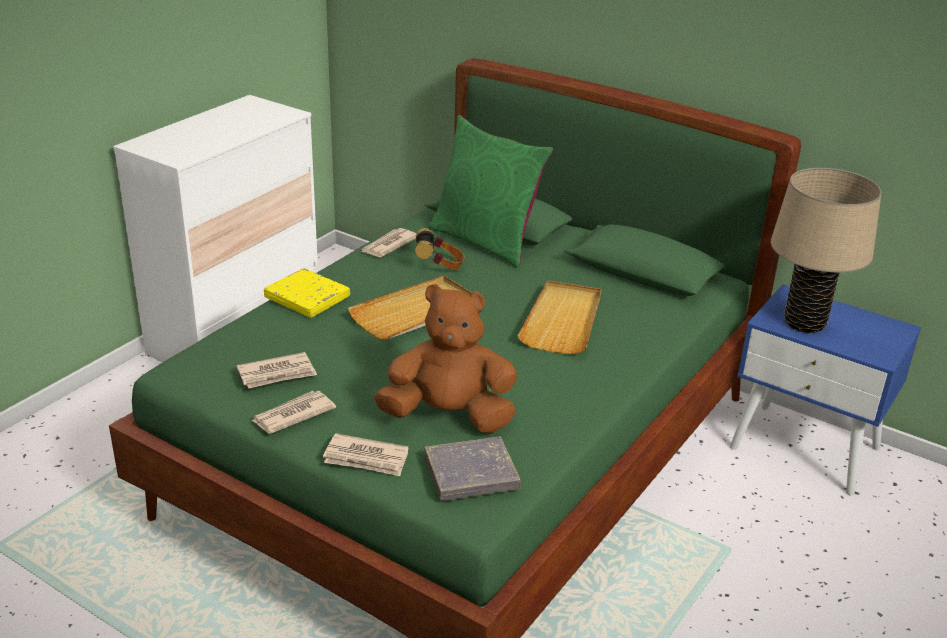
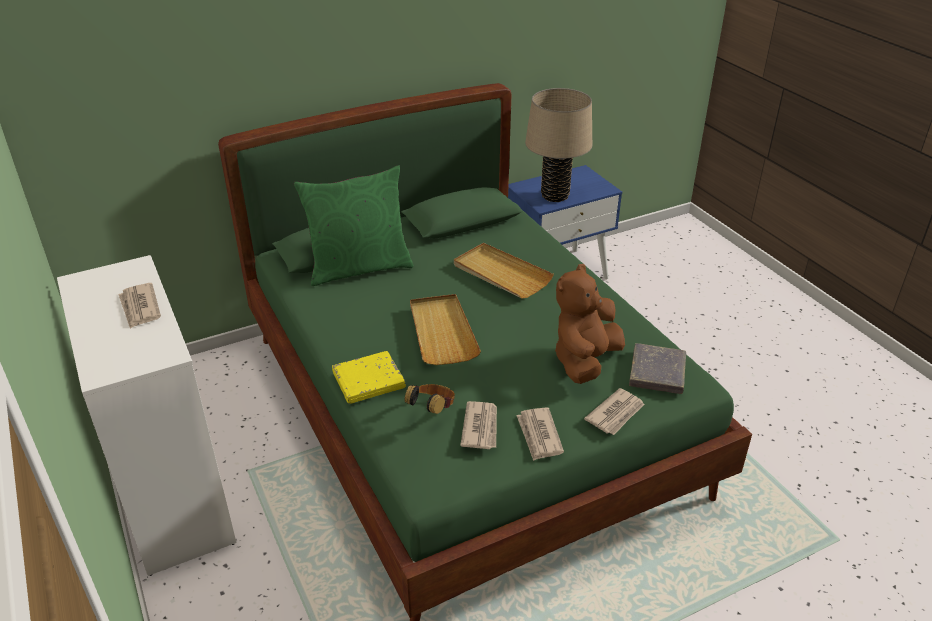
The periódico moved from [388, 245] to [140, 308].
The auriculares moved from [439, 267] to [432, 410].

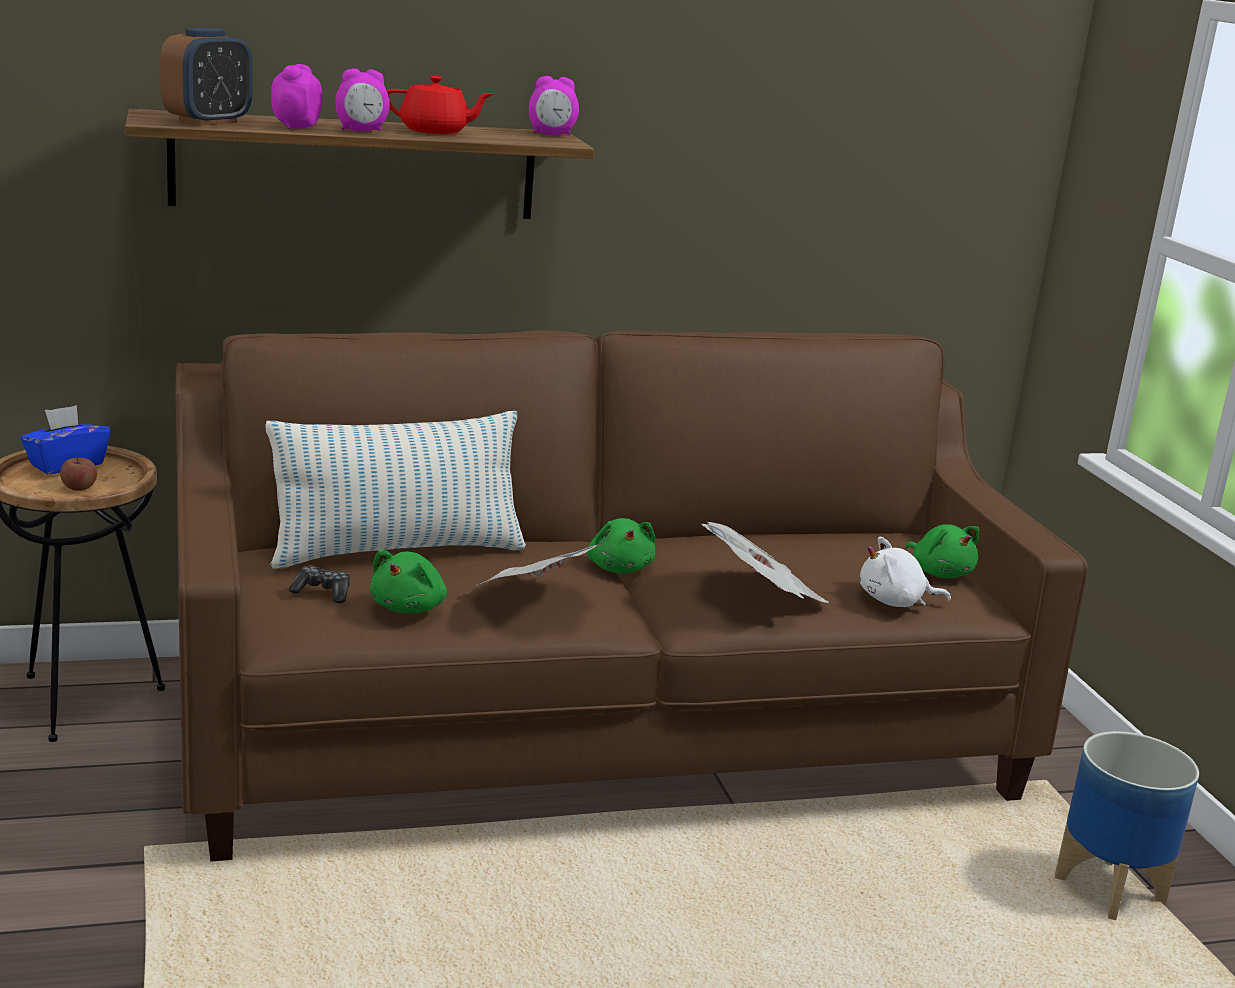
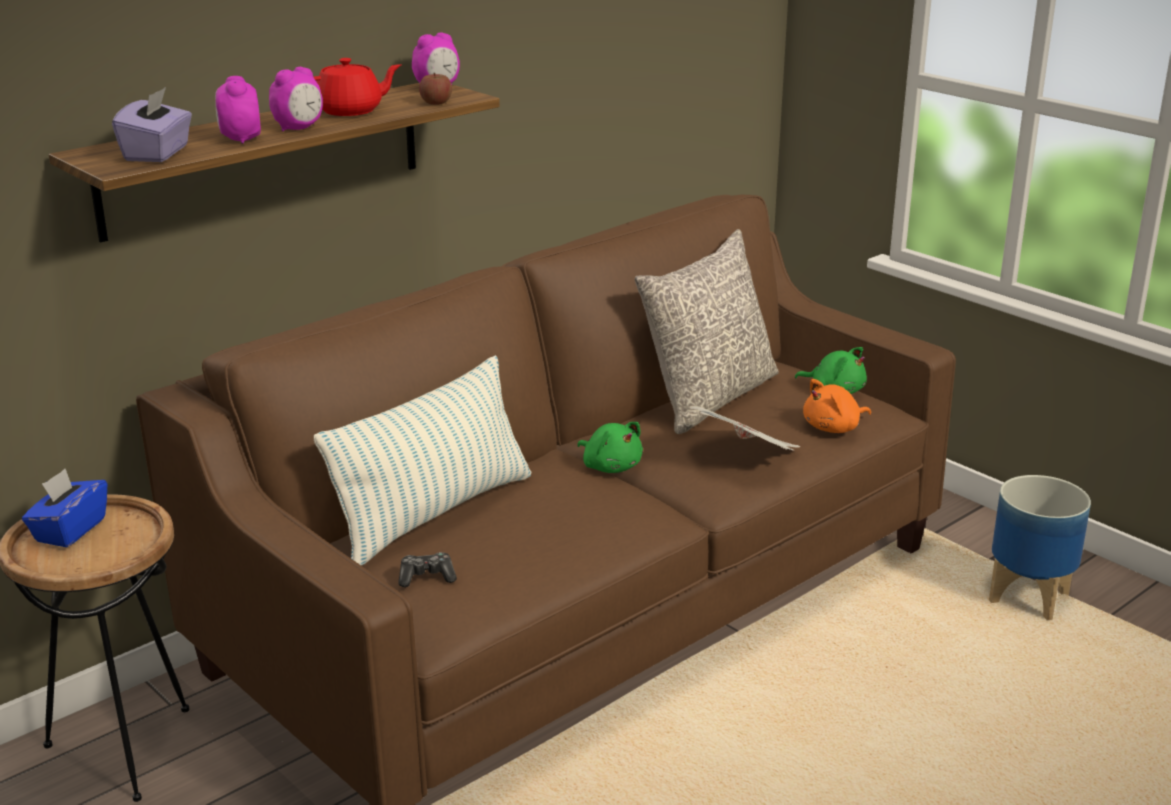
The despertador at [208, 122] was replaced by the caja de pañuelos (morado) at [158, 153].
The manzana moved from [79, 487] to [436, 102].
The peluche (blanco) at [895, 602] became the peluche (naranja) at [834, 428].
The periódico at [532, 599] disappeared.
The peluche (verde) at [409, 607] disappeared.
The cojín (gris) at [708, 398] appeared.

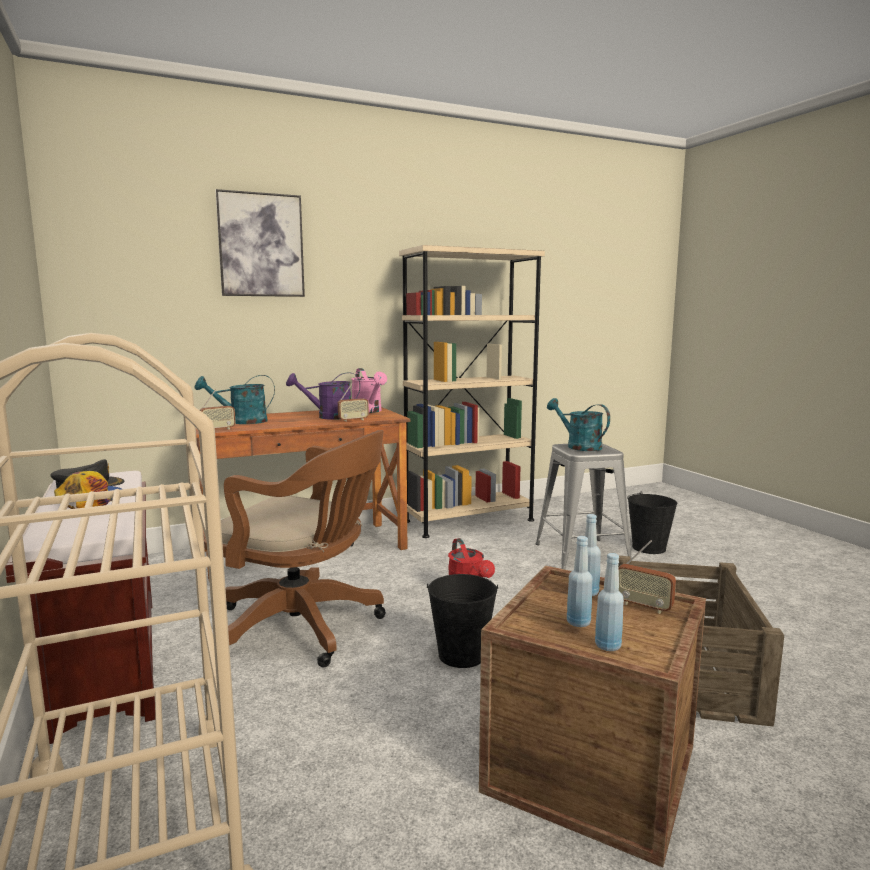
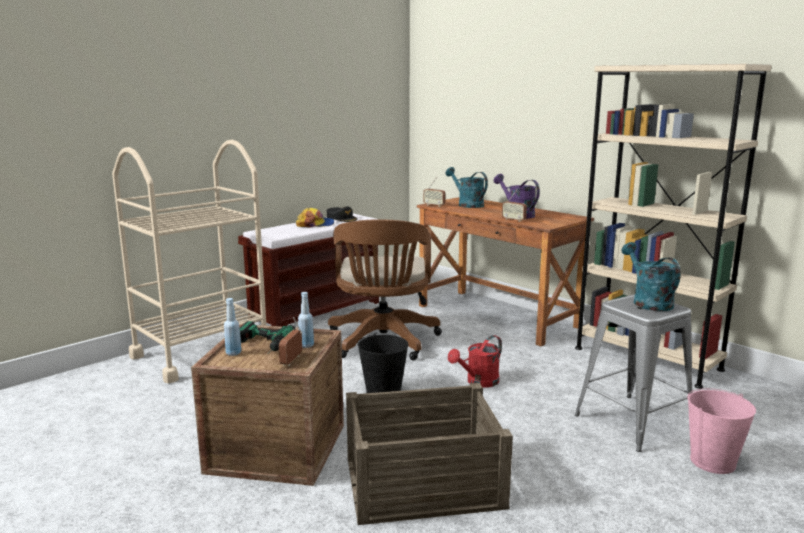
The cuadro at [261, 245] disappeared.
The regadera (rosa) at [369, 411] disappeared.
The regadera (turquesa) at [578, 446] turned 45 degrees counterclockwise.
The cubo (negro) at [649, 548] became the cubo (rosa) at [713, 462].
The botella (azul) at [578, 622] was replaced by the taladro at [261, 345].

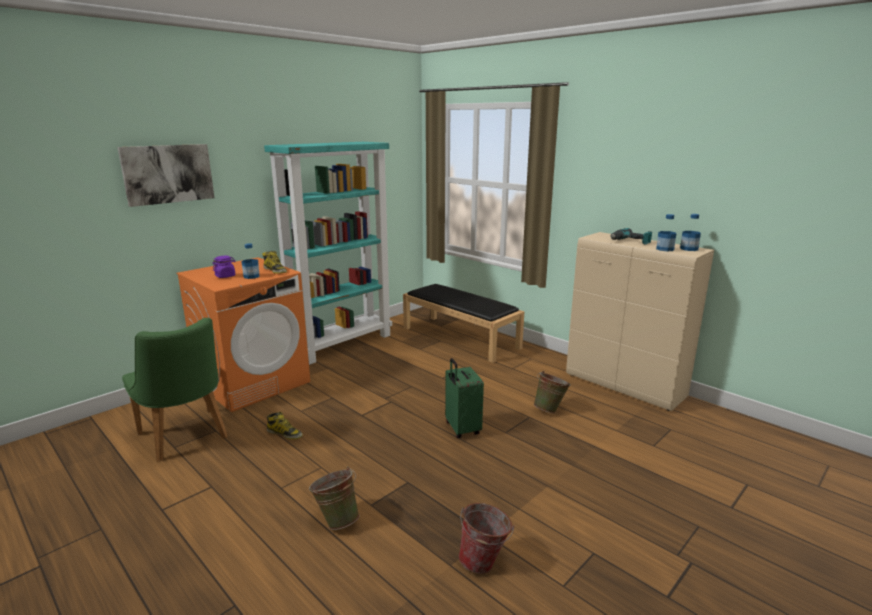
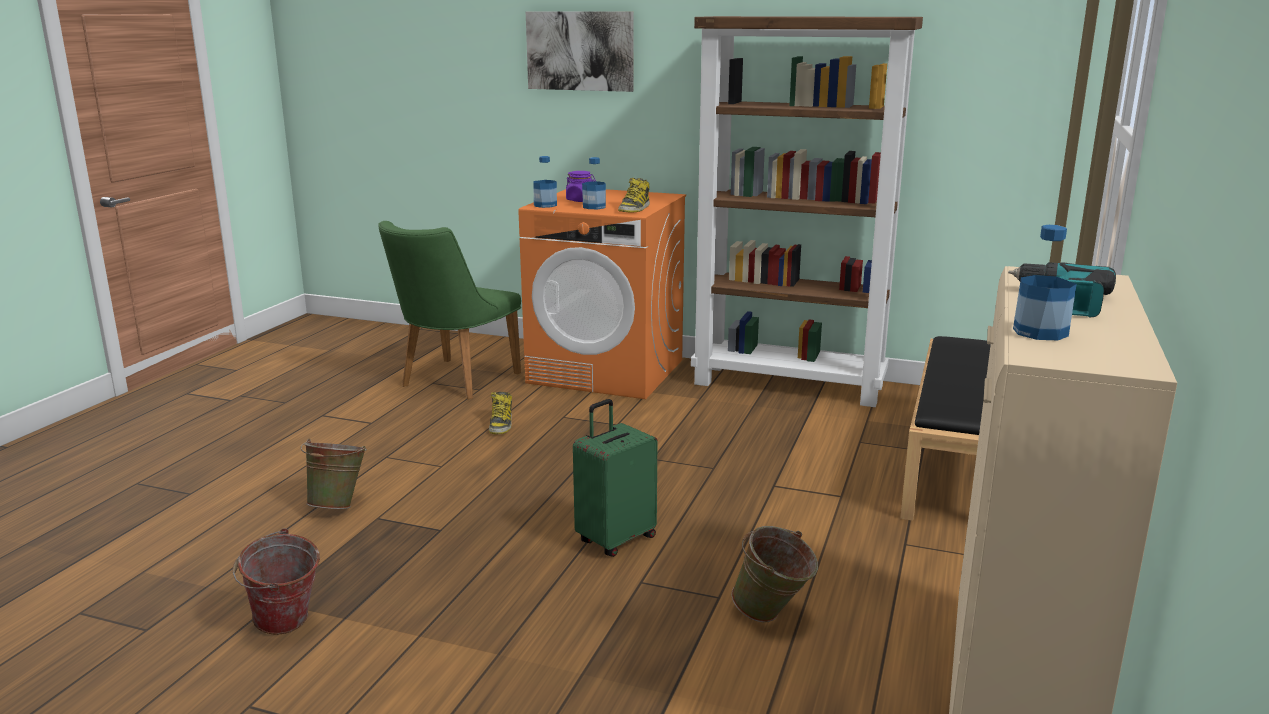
The estantería (turquesa) at [342, 344] became the estantería (marrón) at [790, 385].
The botella moved from [689, 249] to [545, 205].

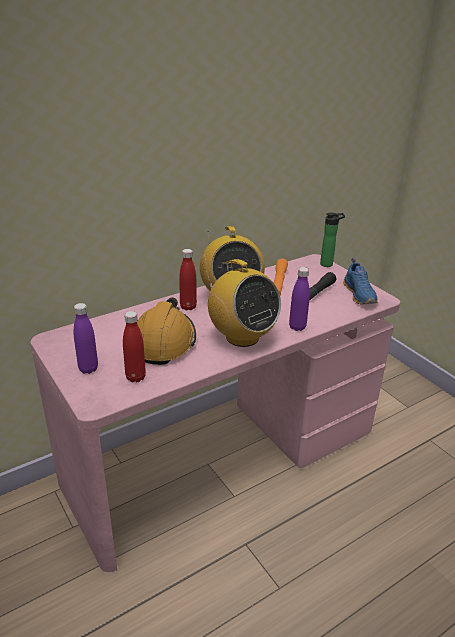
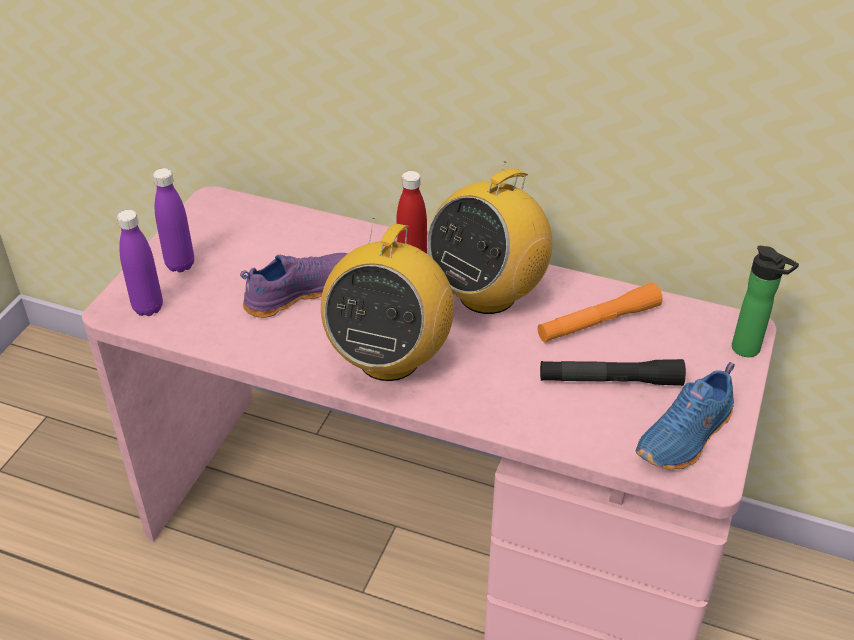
The botella (morado) moved from [297, 327] to [148, 308].
The casco (naranja) at [163, 342] was replaced by the zapato (morado) at [299, 292].
The botella (rojo) at [135, 377] disappeared.

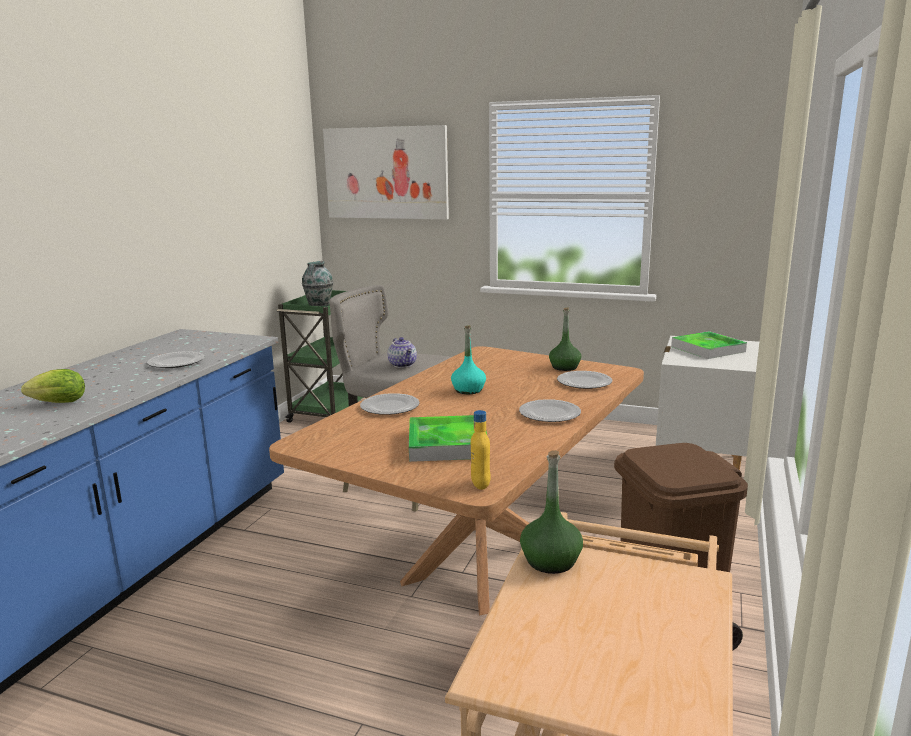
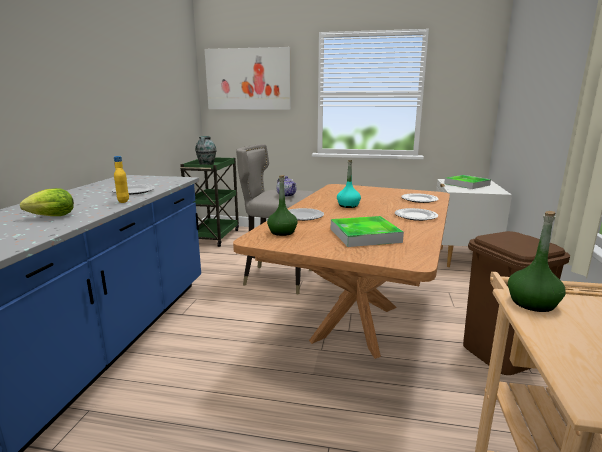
The botella (verde) moved from [564, 367] to [282, 232].
The botella (amarillo) moved from [480, 484] to [123, 201].

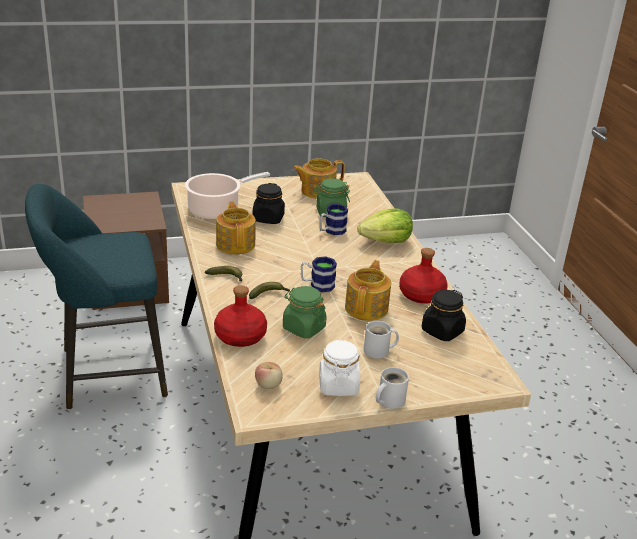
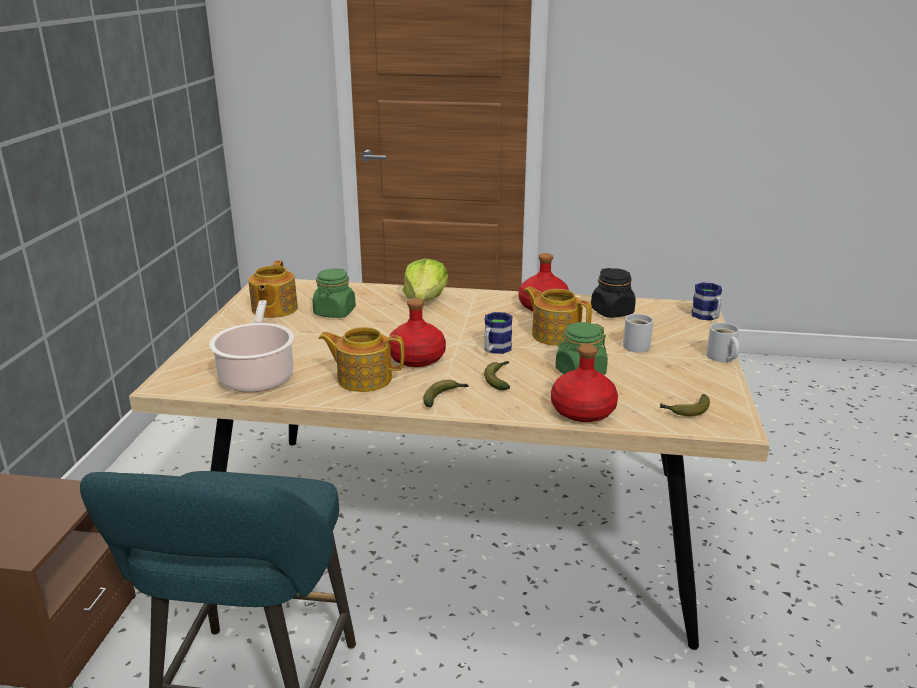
The tarro (negro) at [268, 218] disappeared.
The taza grande moved from [331, 231] to [707, 317].
The tarro (blanco) at [338, 385] disappeared.
The manzana at [268, 385] was replaced by the plátano at [686, 411].
The botella (rojo) at [417, 358] appeared.

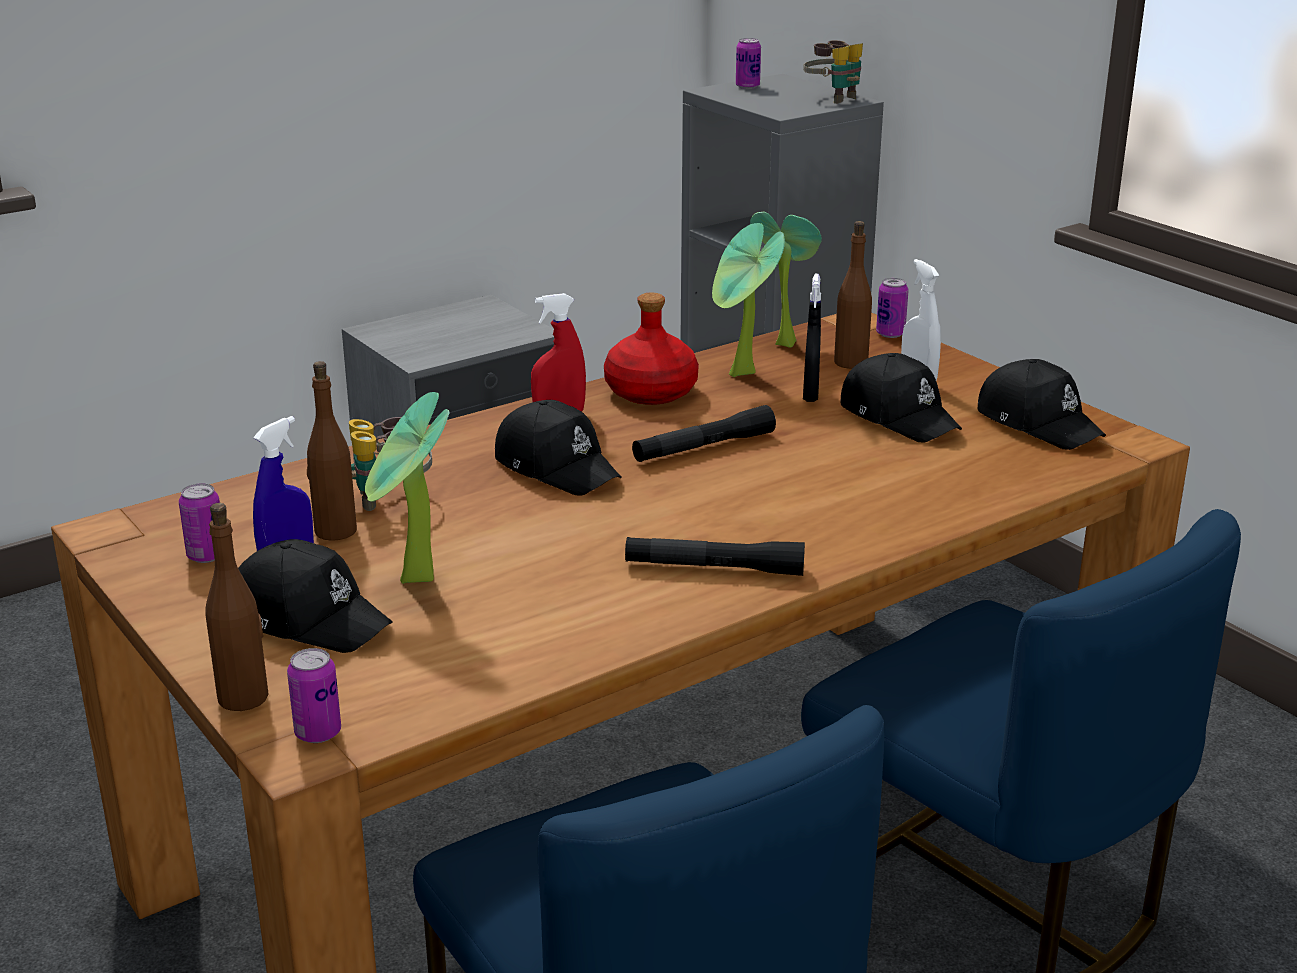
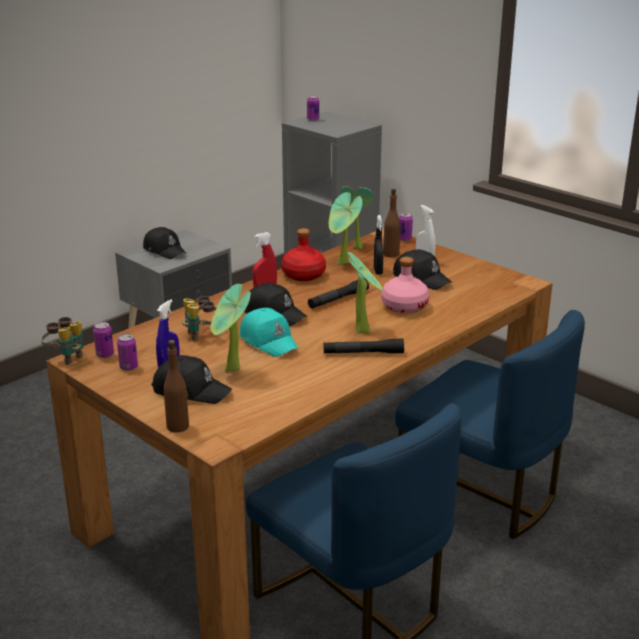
The prismáticos moved from [833, 98] to [66, 357].
The gorra (negro) moved from [1039, 423] to [165, 250].
The botella (marrón) at [335, 531] disappeared.
The lata moved from [318, 733] to [105, 354].
The planta en maceta at [364, 330] appeared.
The botella (rosa) at [404, 306] appeared.
The gorra (turquesa) at [269, 341] appeared.

